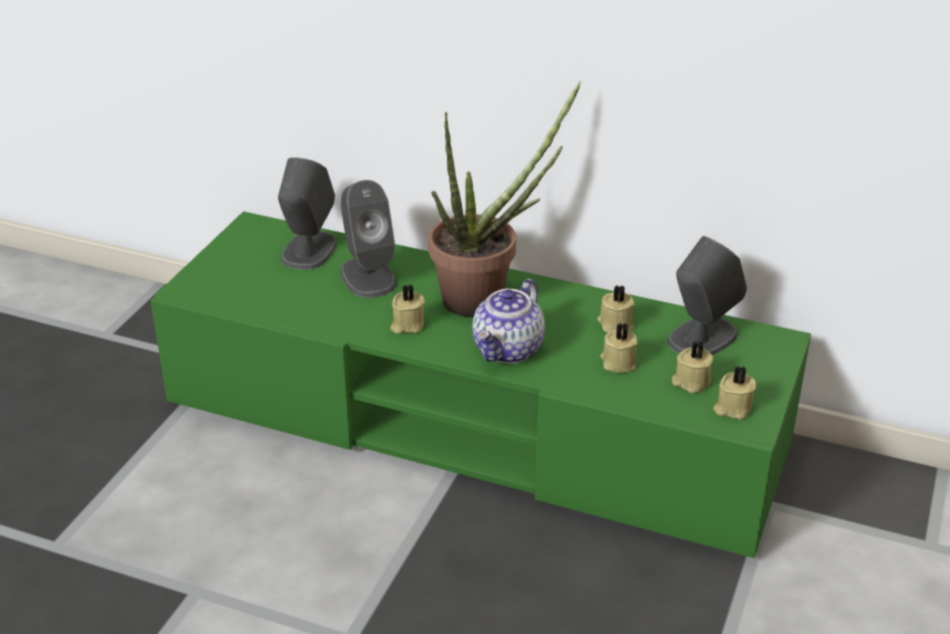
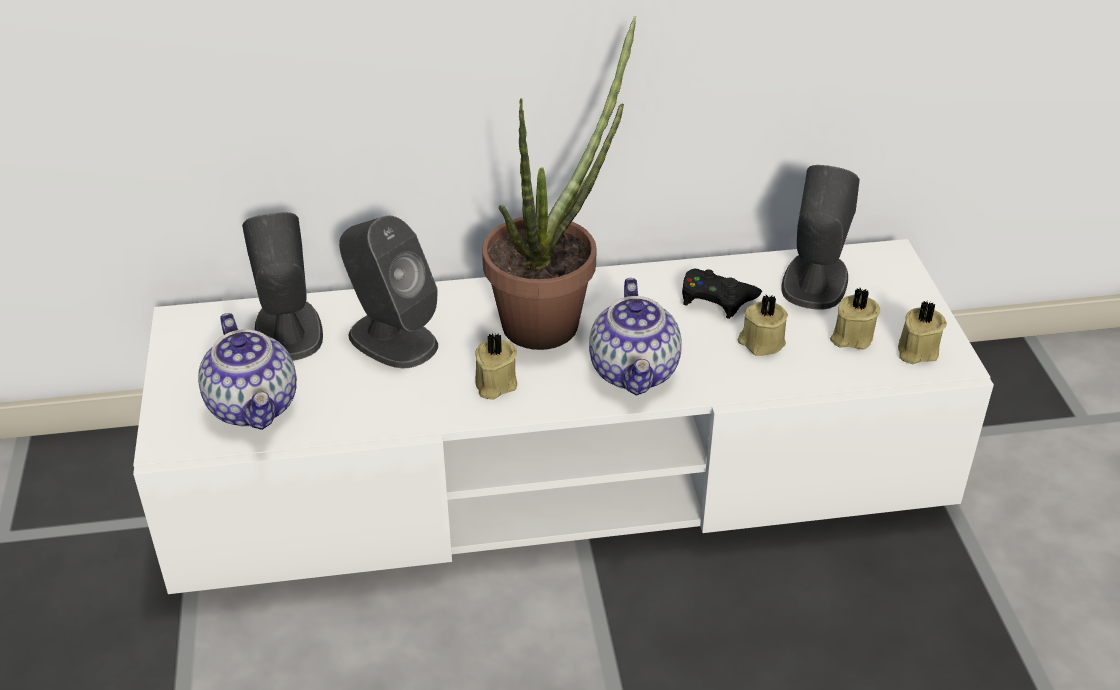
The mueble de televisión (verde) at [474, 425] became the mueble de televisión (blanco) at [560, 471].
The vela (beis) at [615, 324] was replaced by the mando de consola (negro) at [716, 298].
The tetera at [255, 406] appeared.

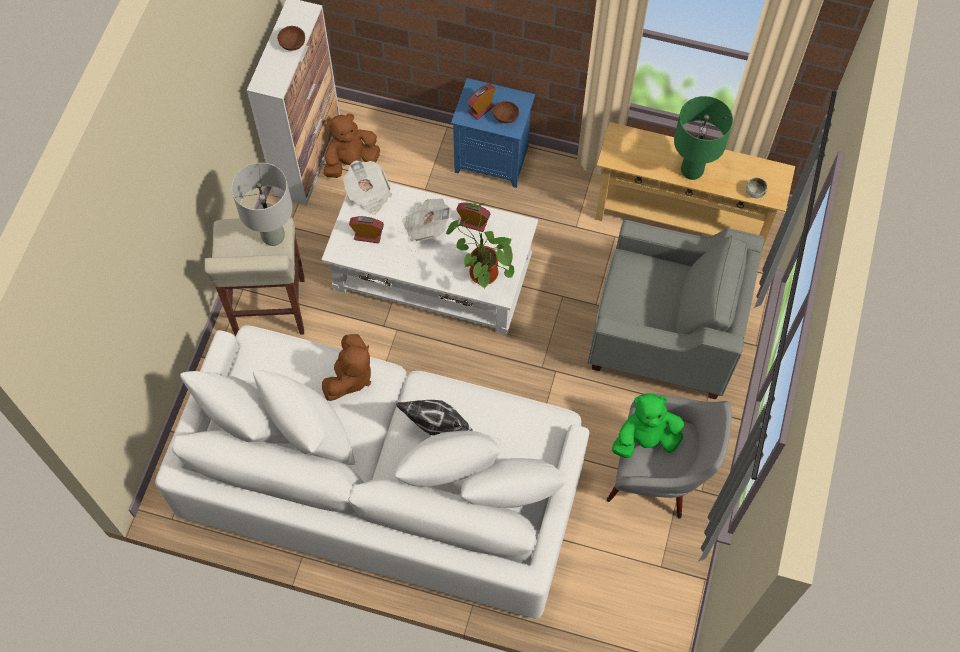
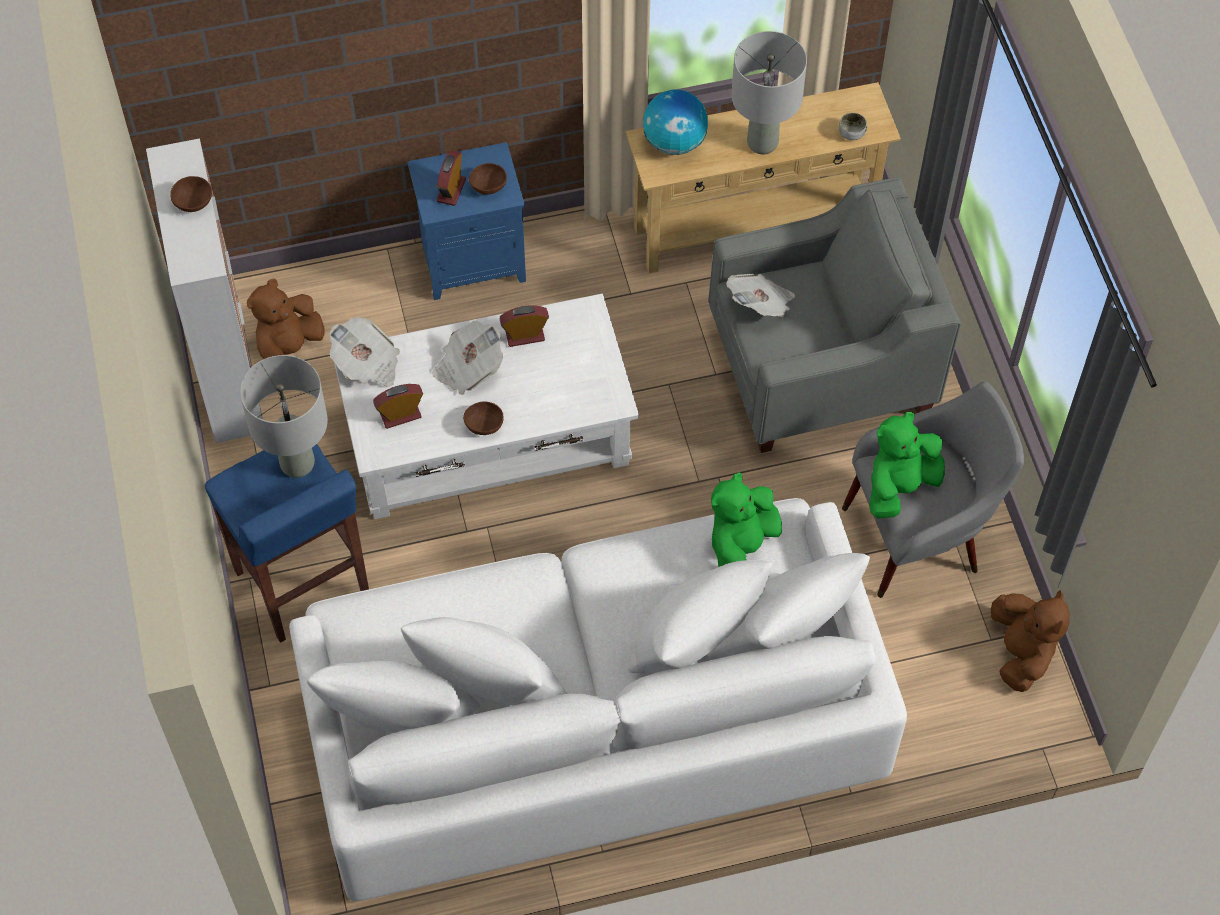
The lámpara de mesa (verde) at [691, 171] became the lámpara de mesa (gris) at [762, 143].
The planta en maceta at [480, 272] disappeared.
The taburete (beis) at [270, 309] became the taburete (azul) at [302, 584].
The peluche (marrón) moved from [350, 377] to [1021, 652].
The cojín at [438, 430] disappeared.
The globo terráqueo at [674, 142] appeared.
The periódico at [761, 305] appeared.
The cuenco (marrón) at [483, 424] appeared.
The peluche (verde) at [741, 546] appeared.

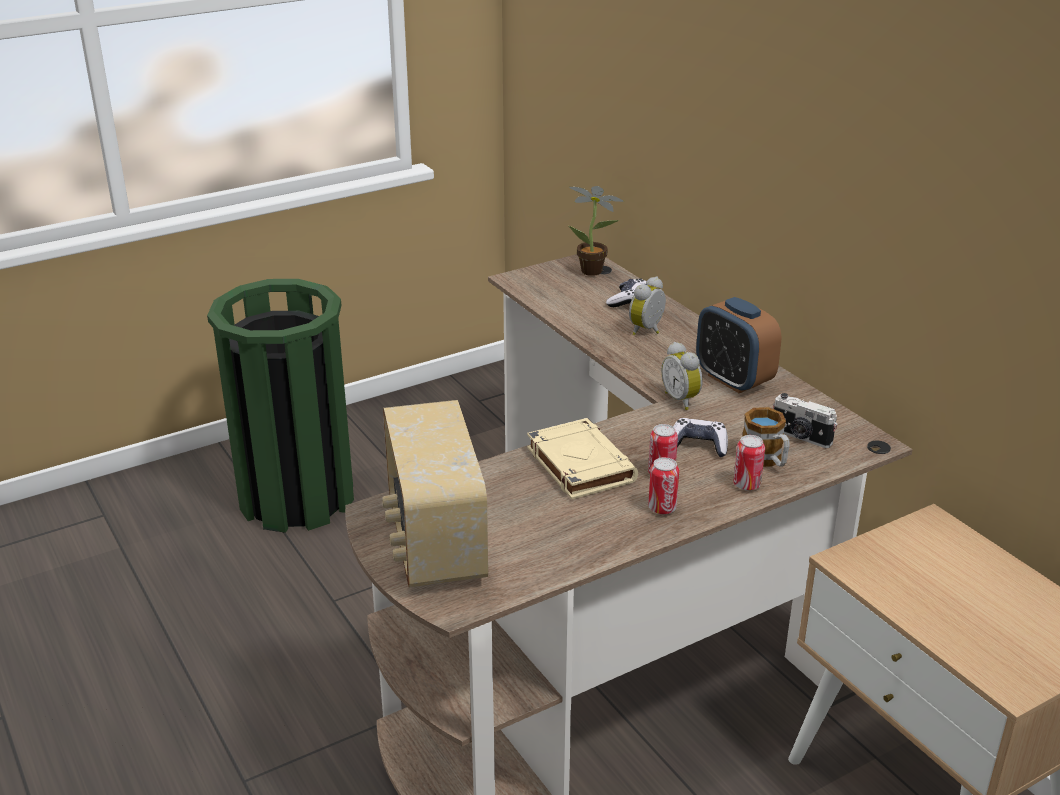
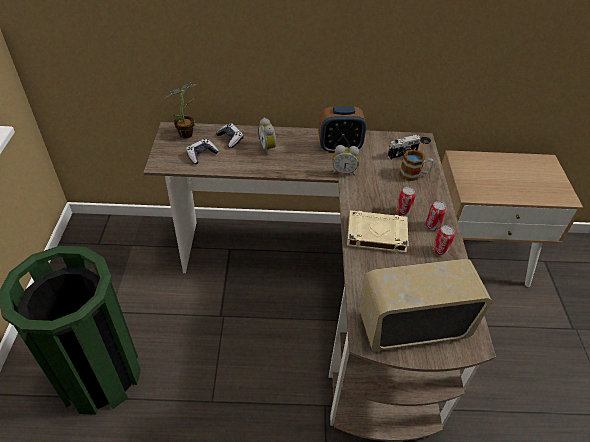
The radio at [433, 542] turned 150 degrees clockwise.
The mando de consola moved from [698, 446] to [201, 155].
The lata moved from [746, 485] to [440, 250].

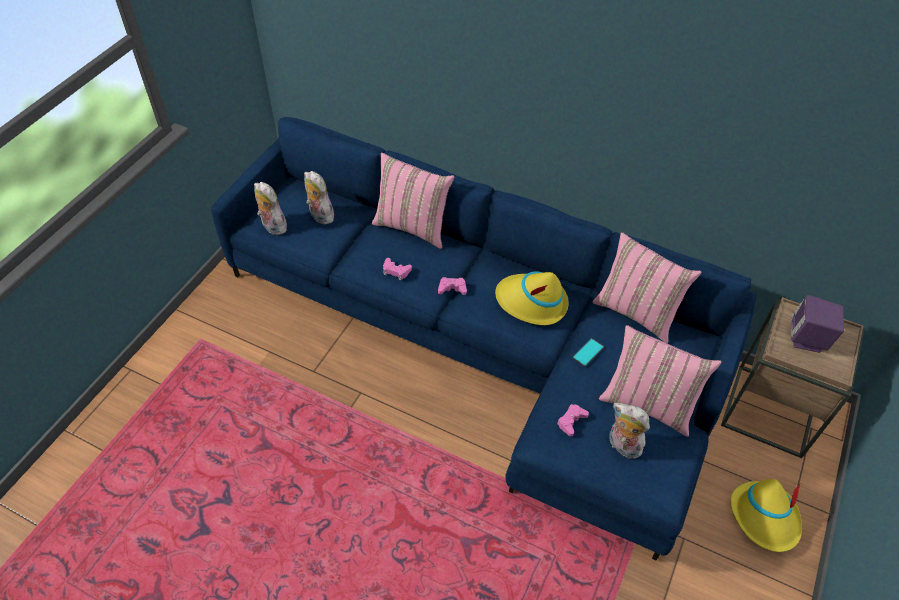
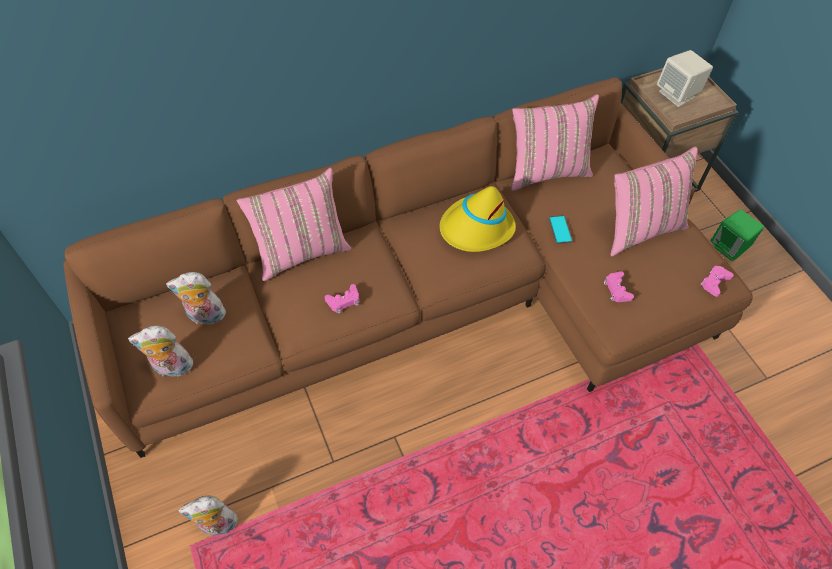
The sofá (azul) at [485, 343] became the sofá (marrón) at [431, 302].
The mando de consola (rosa) moved from [452, 288] to [714, 282].
The altavoz (morado) at [807, 339] became the altavoz (beis) at [677, 94].
The peluche moved from [622, 446] to [217, 526].
The sombrero (amarillo) at [765, 518] was replaced by the altavoz (verde) at [729, 247].

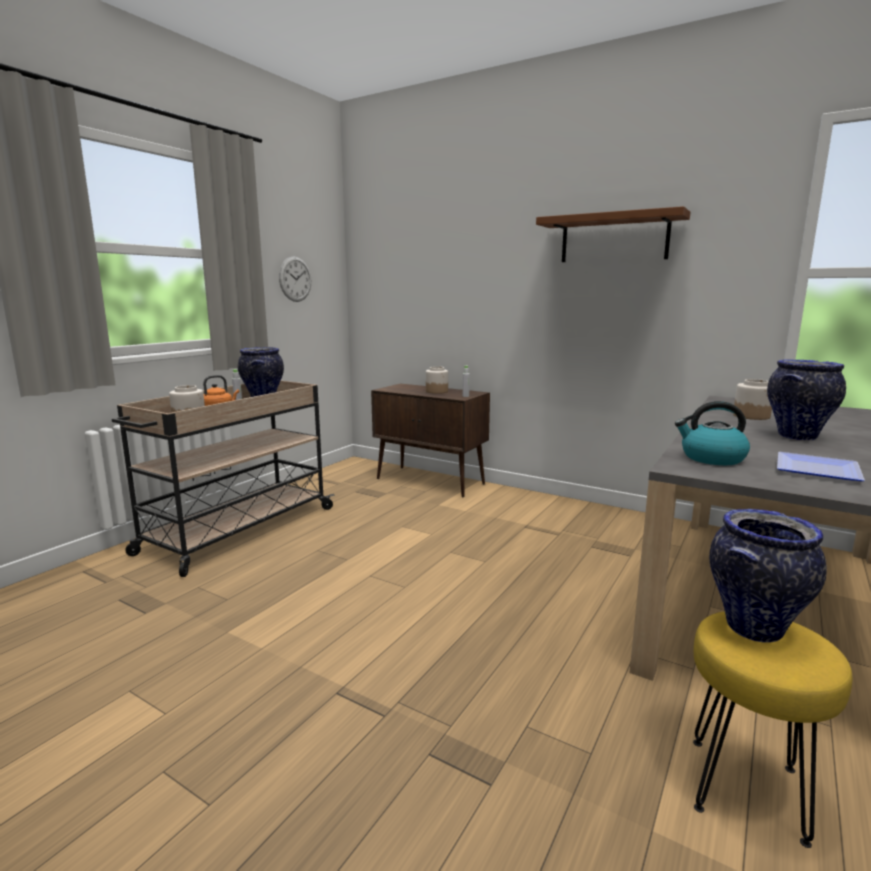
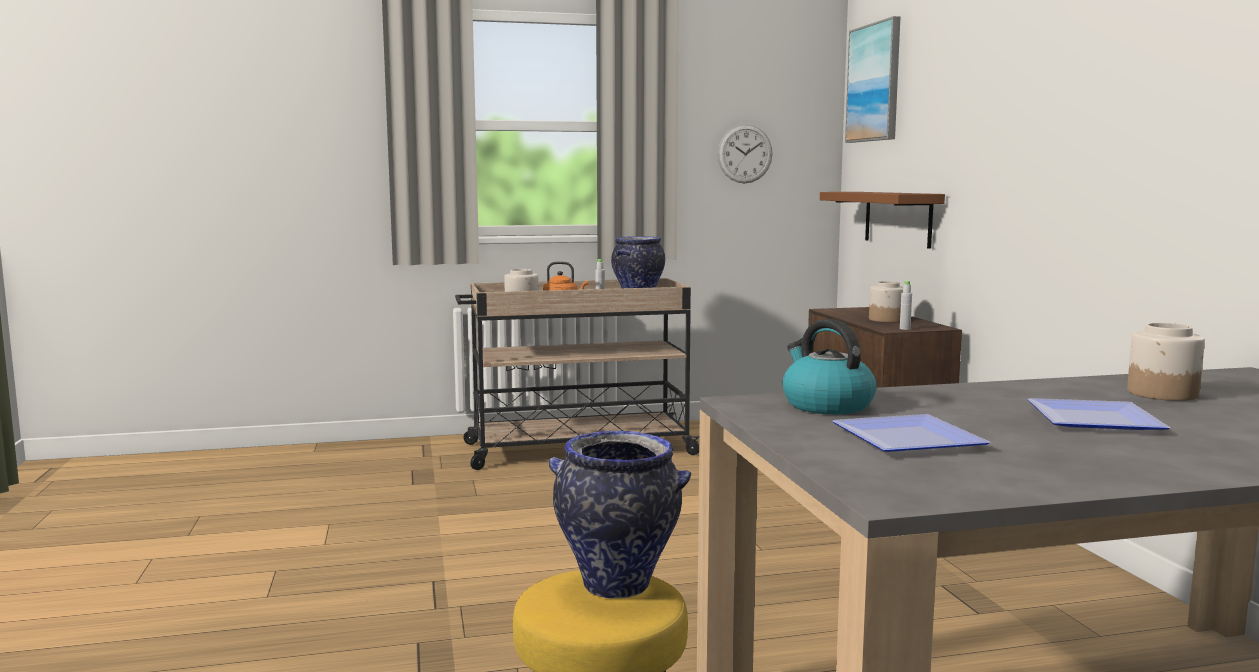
The estante (marrón) moved from [614, 238] to [897, 218].
The florero at [797, 436] was replaced by the plato at [1096, 419].
The cuadro at [874, 83] appeared.

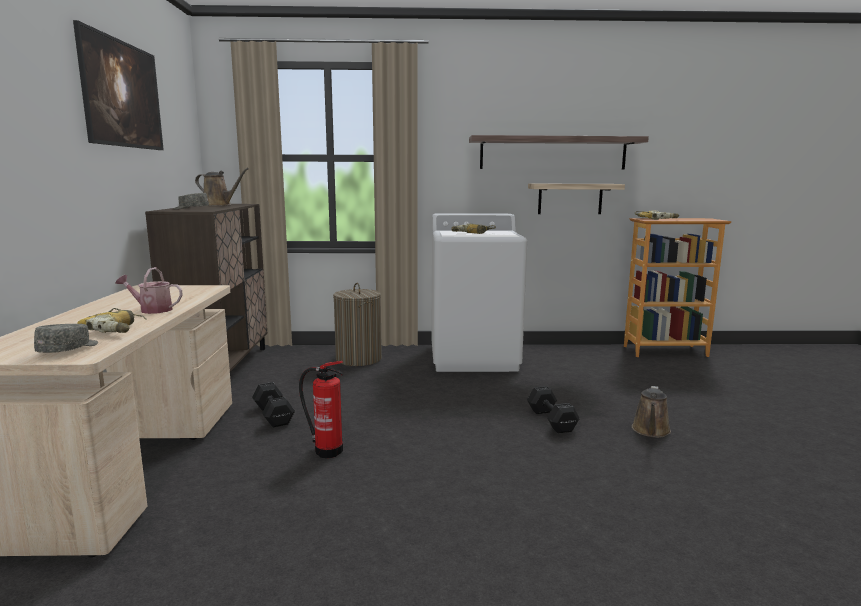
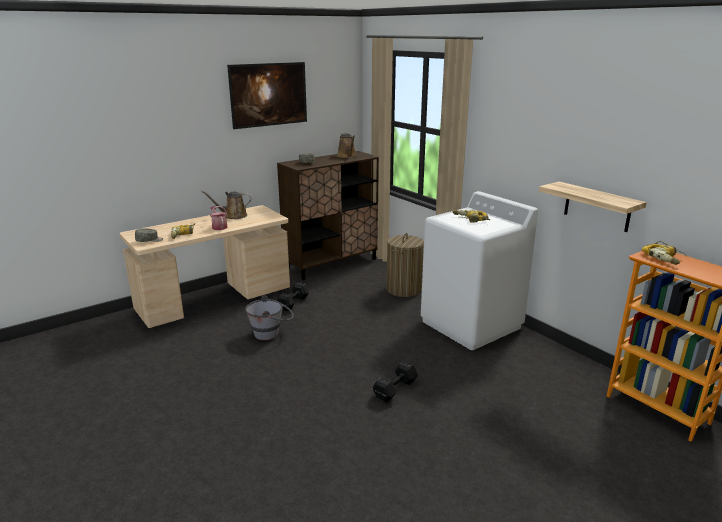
The estante at [553, 153] disappeared.
The extintor at [326, 450] was replaced by the cubo (gris) at [271, 333].
The regadera (marrón) moved from [650, 431] to [233, 216].

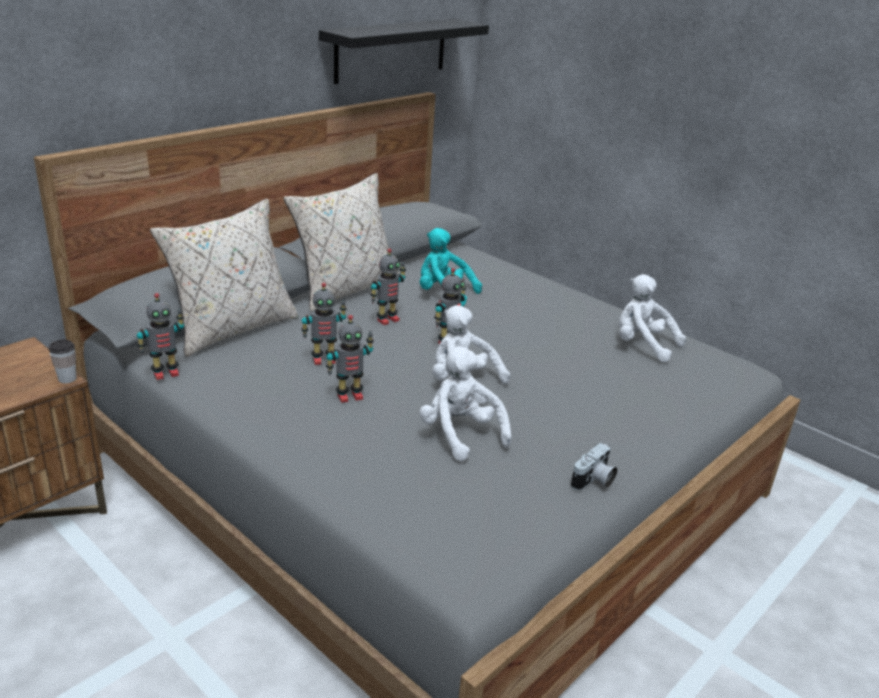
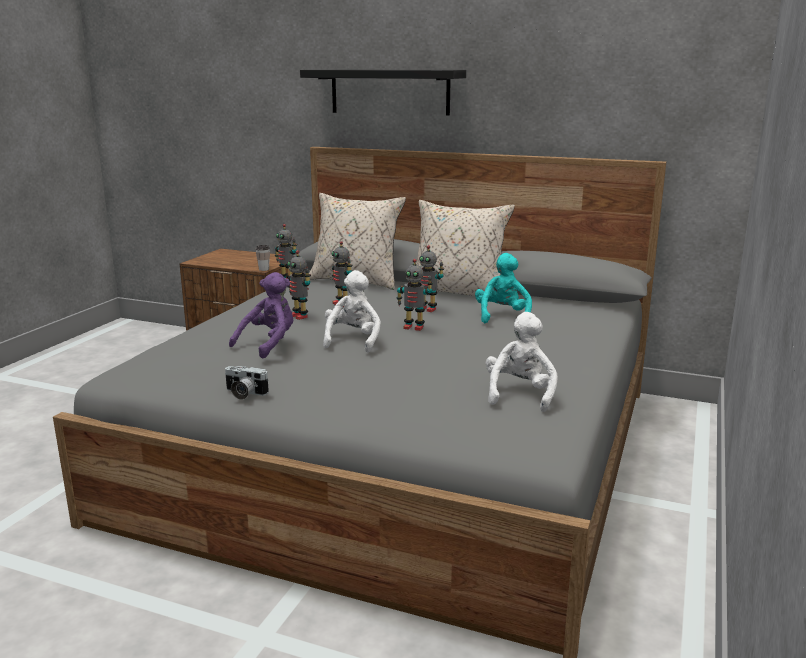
The estante (negro) moved from [391, 50] to [389, 92].
The peluche (blanco) at [460, 434] became the peluche (morado) at [269, 344].

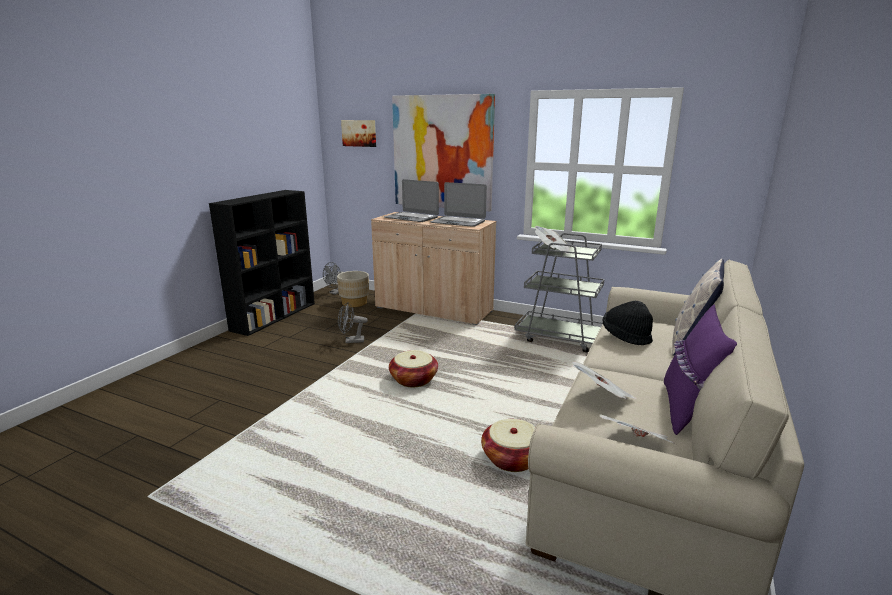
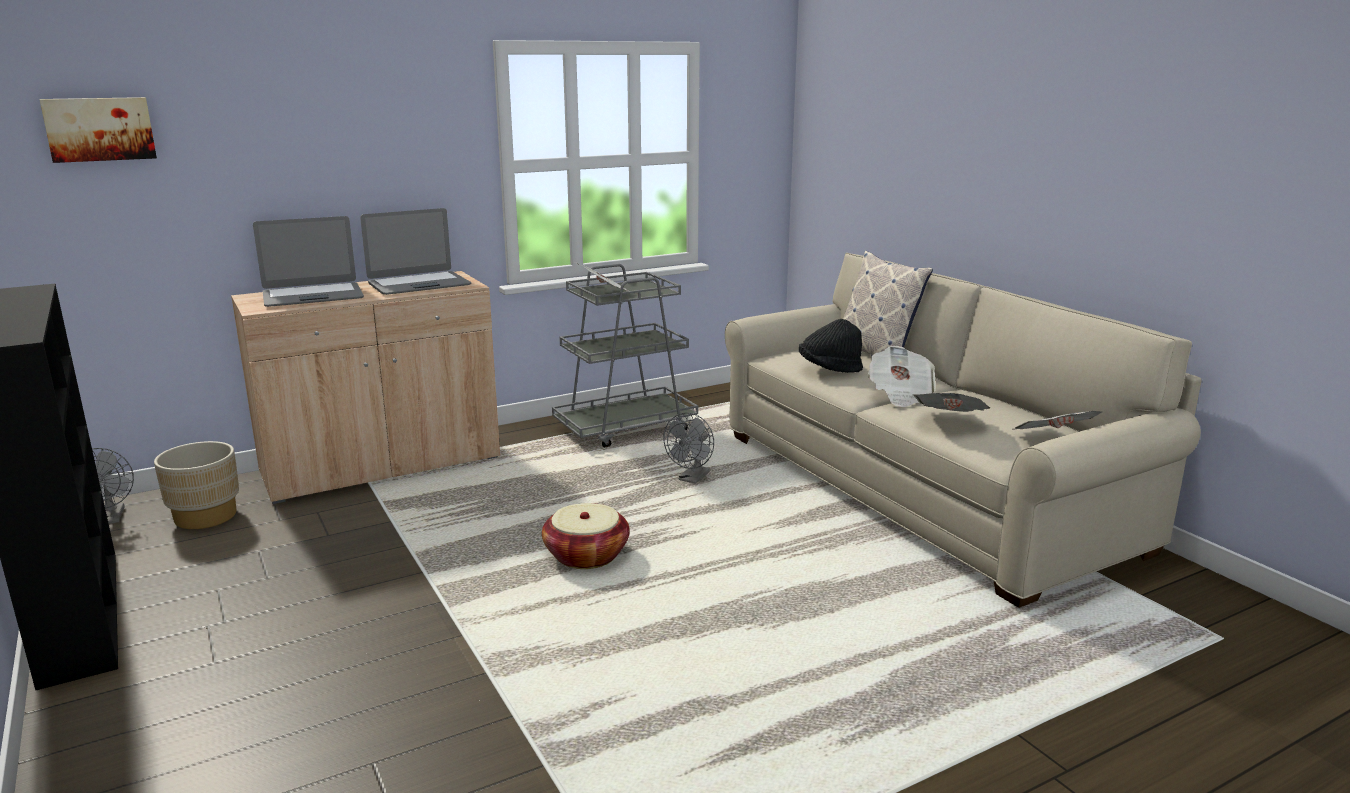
The cuadro at [442, 152] disappeared.
The ventilador (gris) moved from [351, 341] to [692, 479].
The cojín (morado) at [687, 409] disappeared.
The cesta at [512, 459] disappeared.
The periódico at [900, 395] appeared.

